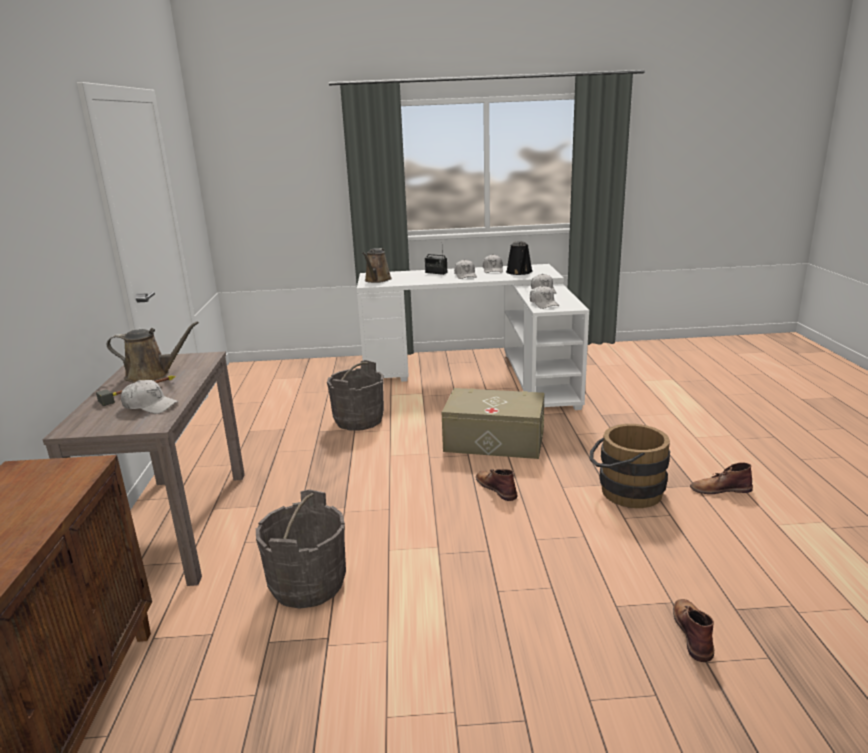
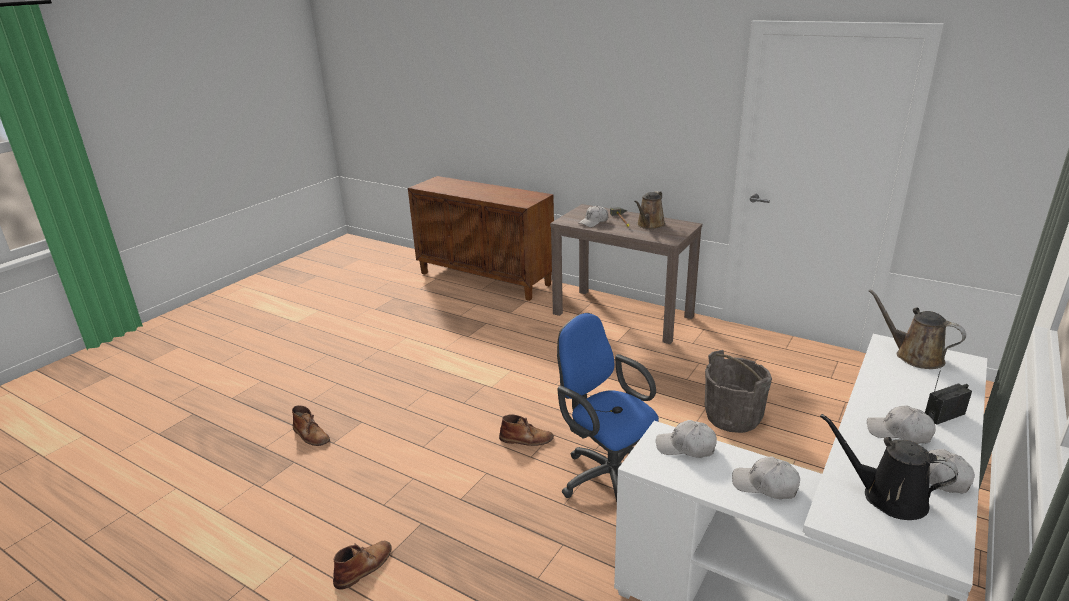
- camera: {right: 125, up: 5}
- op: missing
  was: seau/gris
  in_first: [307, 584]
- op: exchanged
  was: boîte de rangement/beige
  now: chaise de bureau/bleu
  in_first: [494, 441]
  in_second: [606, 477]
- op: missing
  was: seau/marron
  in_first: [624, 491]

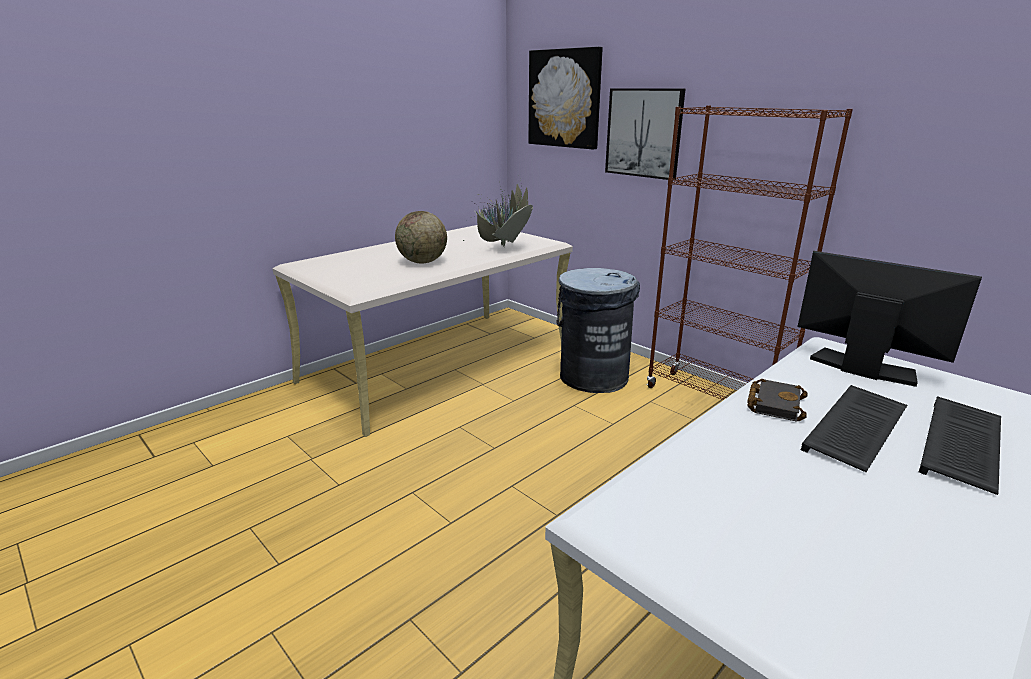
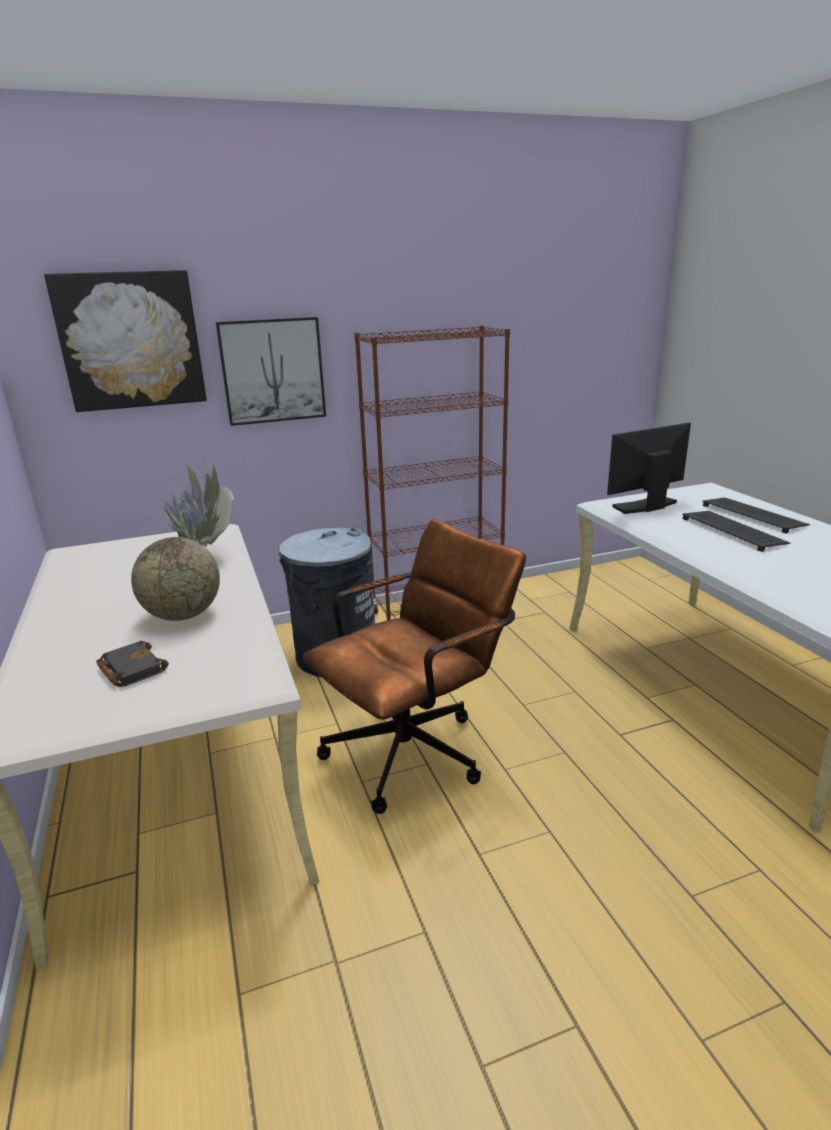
- camera: {right: -65, up: 0}
- op: relocated
  was: livre/noir
  in_first: [774, 403]
  in_second: [130, 669]
- op: appeared
  now: chaise de bureau/marron
  in_second: [417, 747]

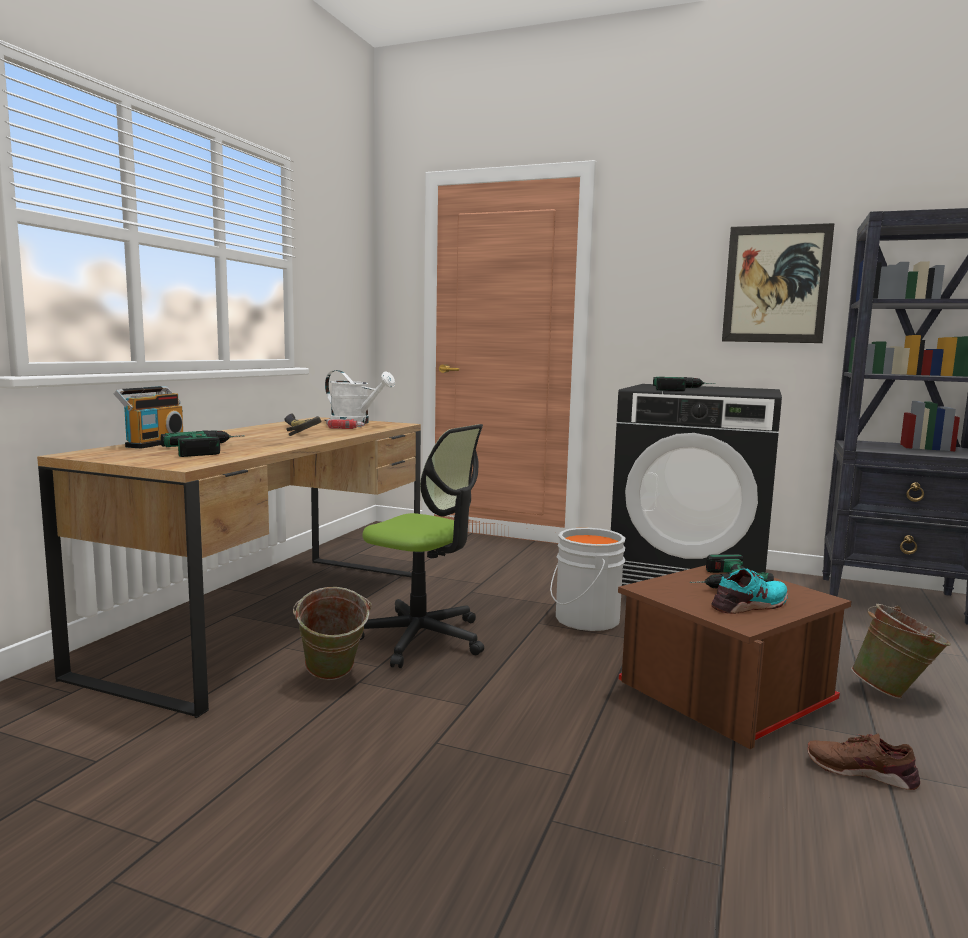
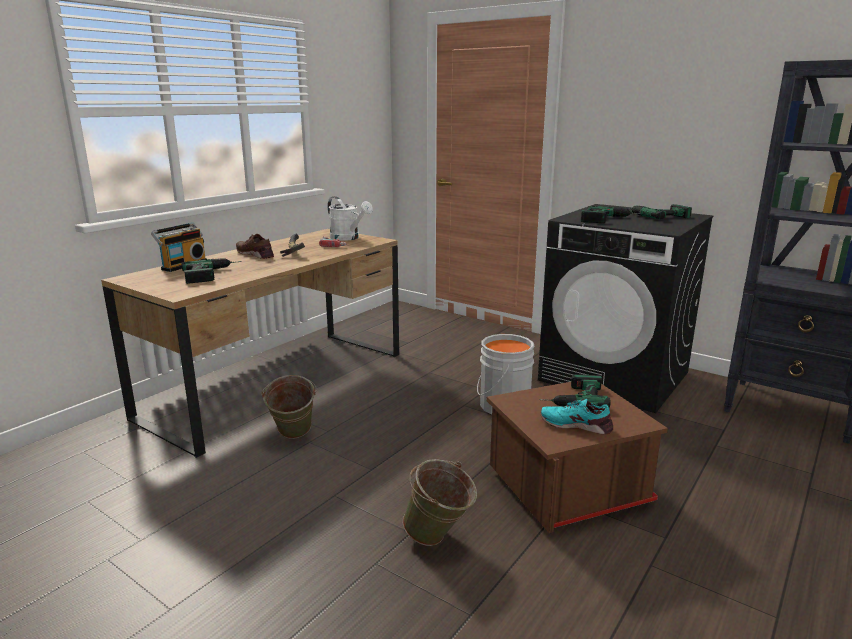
- camera: {right: 15, up: 10}
- op: missing
  was: chaise de bureau
  in_first: [421, 639]
- op: spun
  was: chaussure/turquoise
  in_first: [750, 605]
  in_second: [576, 424]
  clockwise: -150
- op: missing
  was: tableau
  in_first: [776, 284]
- op: relocated
  was: chaussure/marron
  in_first: [861, 771]
  in_second: [255, 254]
- op: relocated
  was: seau/vert
  in_first: [895, 693]
  in_second: [439, 539]
- op: appeared
  now: perceuse
  in_second: [655, 215]

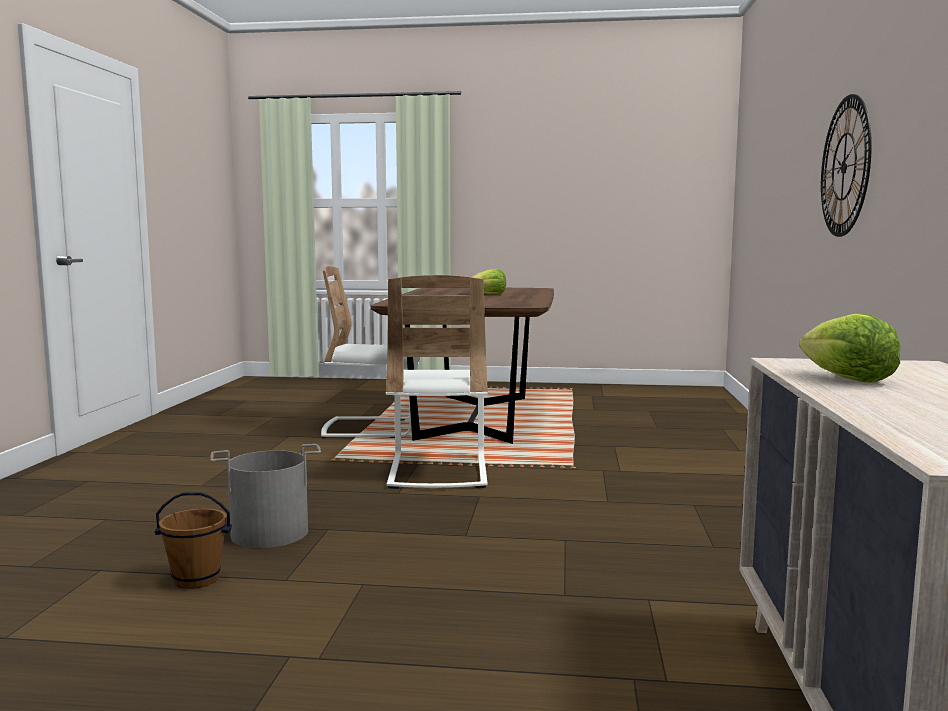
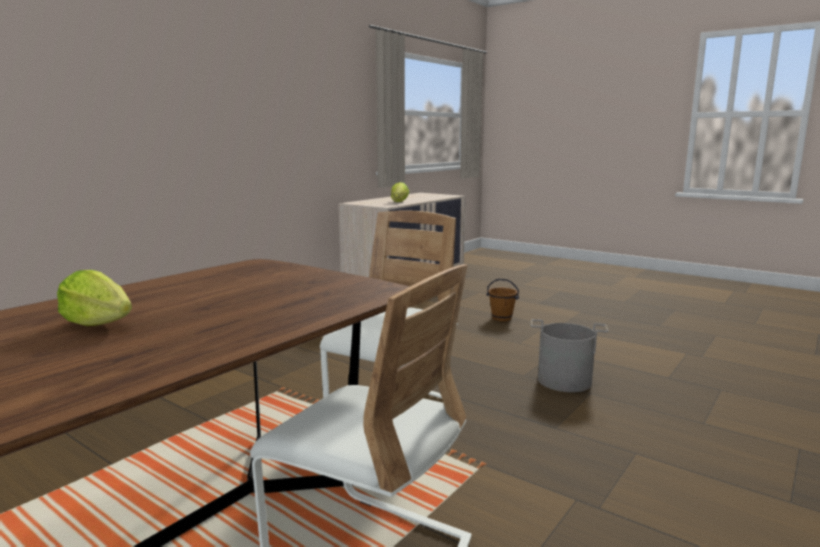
- camera: {right: -150, up: 5}
- op: relocated
  was: seau/marron
  in_first: [196, 580]
  in_second: [502, 318]
- op: missing
  was: horloge murale
  in_first: [844, 166]

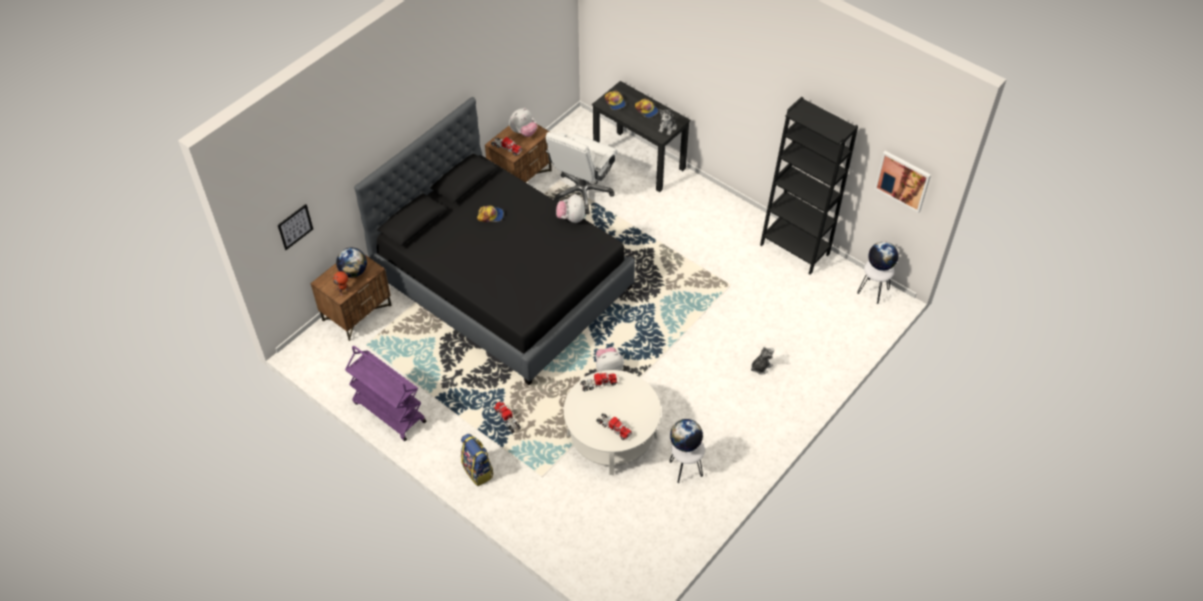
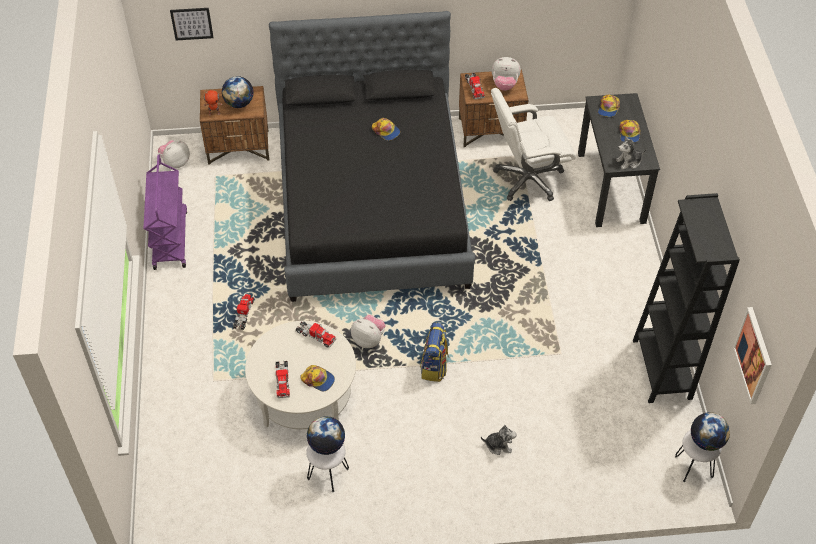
- camera: {right: 45, up: 0}
- op: relocated
  was: sac à dos
  in_first: [478, 470]
  in_second: [434, 367]
- op: relocated
  was: peluche
  in_first: [571, 218]
  in_second: [175, 162]
- op: appeared
  now: casquette
  in_second: [318, 379]

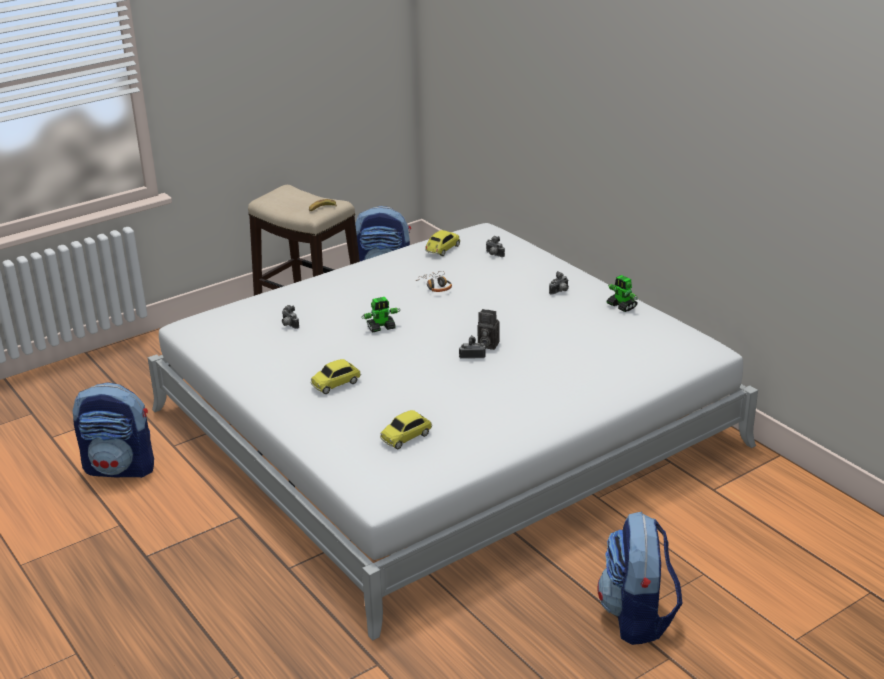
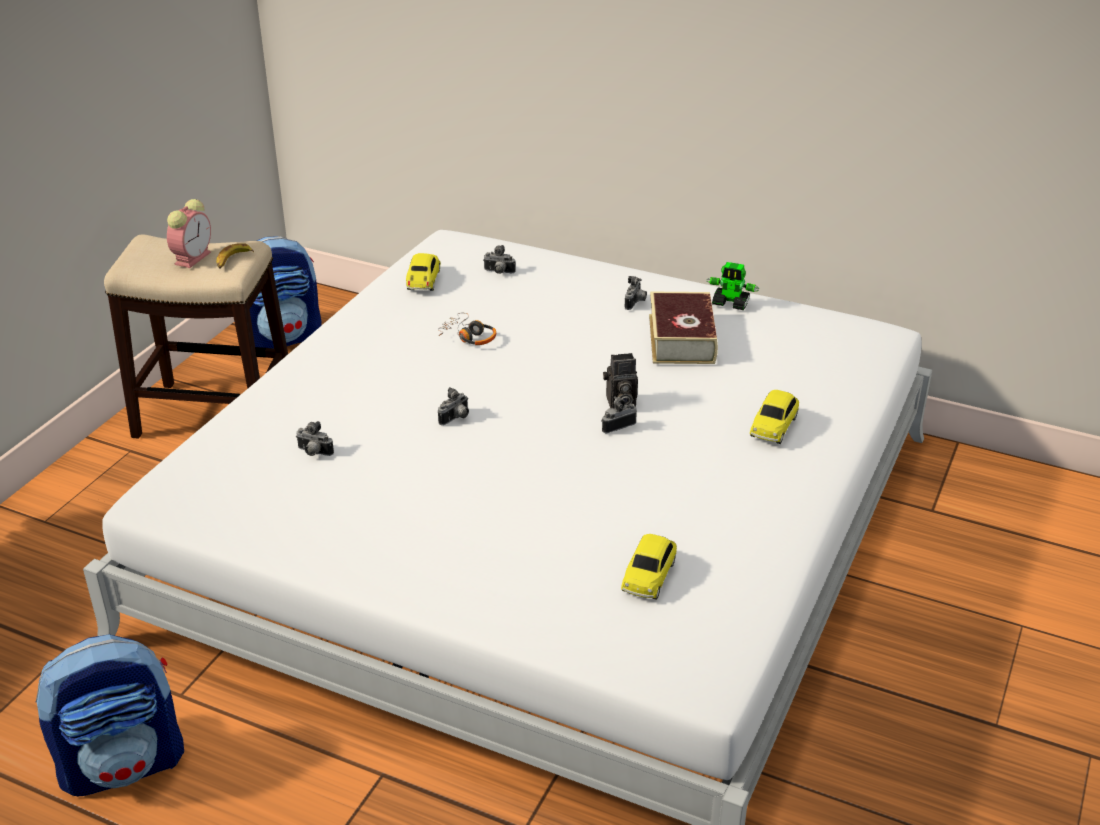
- camera: {right: -30, up: 5}
- op: relocated
  was: petite voiture
  in_first: [336, 383]
  in_second: [774, 426]
- op: exchanged
  was: robot jouet
  now: appareil photo
  in_first: [381, 327]
  in_second: [456, 419]
- op: missing
  was: sac à dos
  in_first: [637, 617]
- op: appeared
  now: réveil
  in_second: [193, 257]
- op: appeared
  now: livre
  in_second: [681, 339]

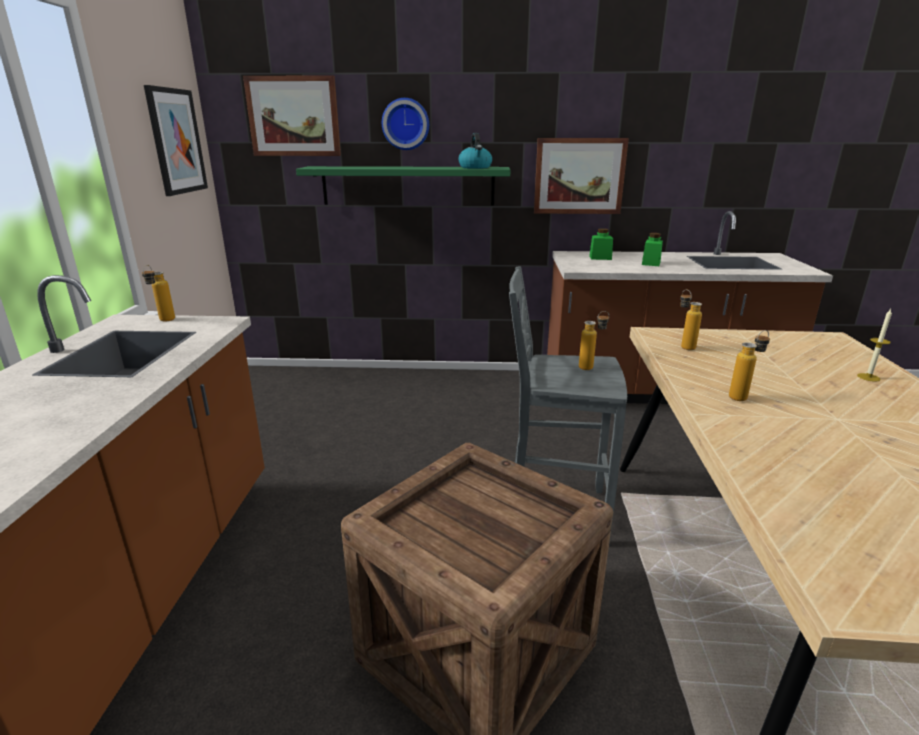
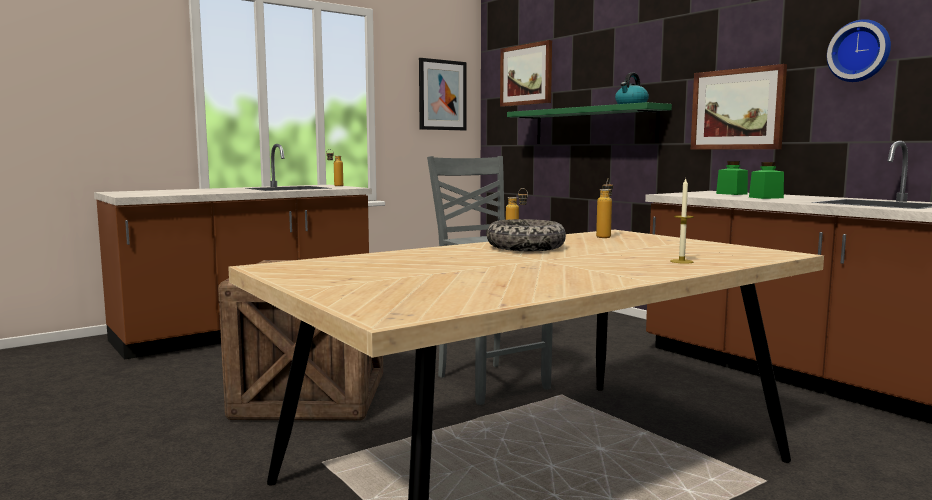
- camera: {right: 50, up: -15}
- op: relocated
  was: horloge murale
  in_first: [406, 124]
  in_second: [860, 51]
- op: exchanged
  was: bouteille
  now: bol
  in_first: [743, 396]
  in_second: [525, 247]

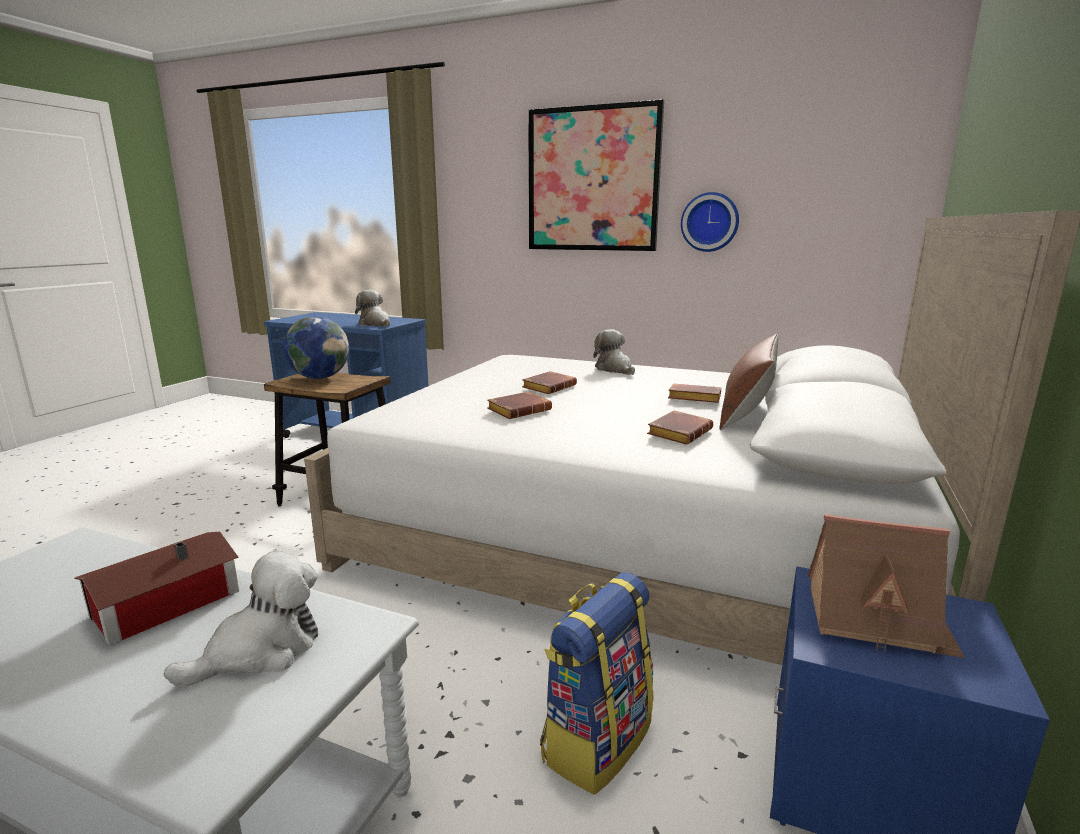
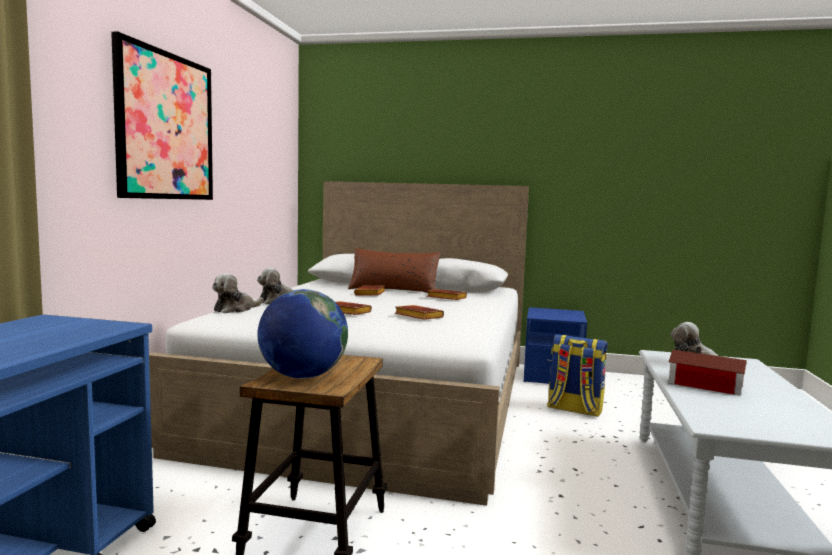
- camera: {right: -100, up: -10}
- op: relocated
  was: peluche
  in_first: [375, 324]
  in_second: [235, 309]
- op: missing
  was: horloge murale
  in_first: [710, 222]
- op: missing
  was: maison miniature
  in_first: [876, 620]

